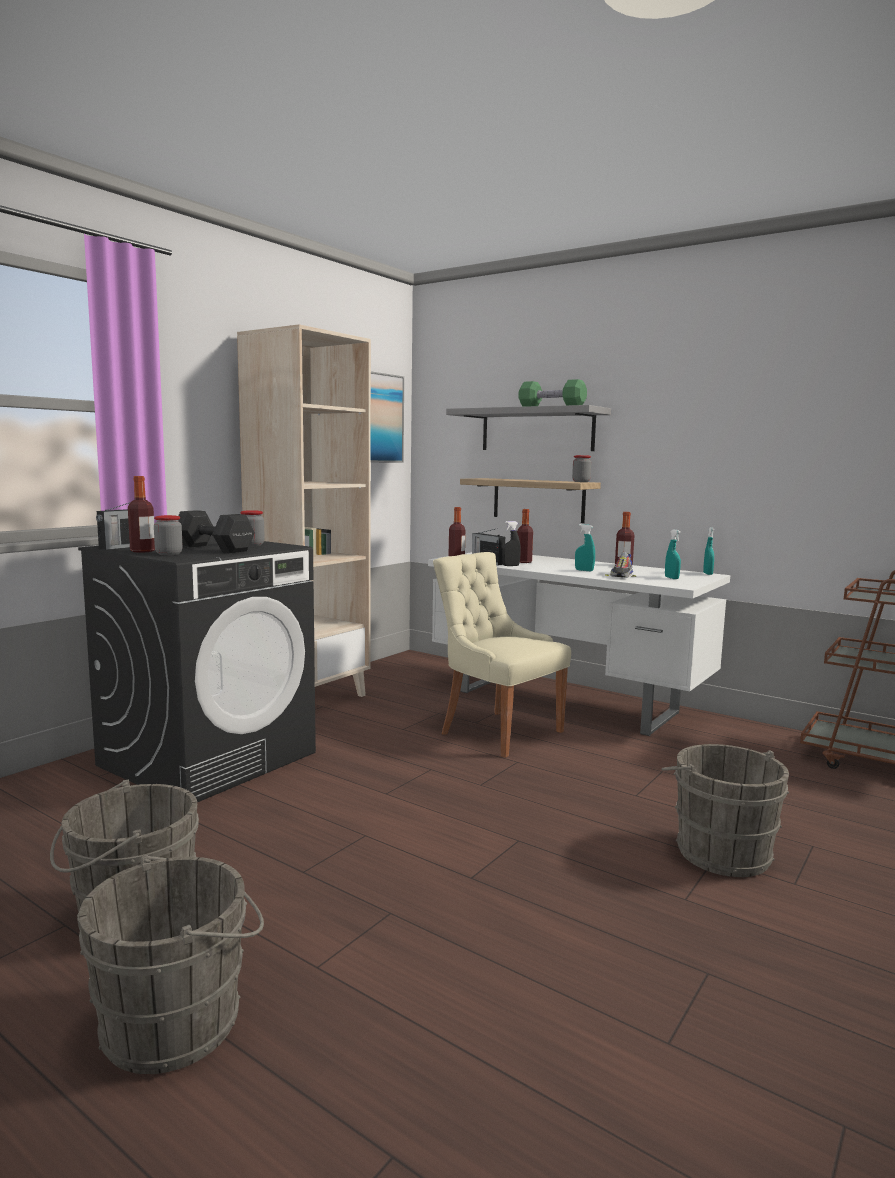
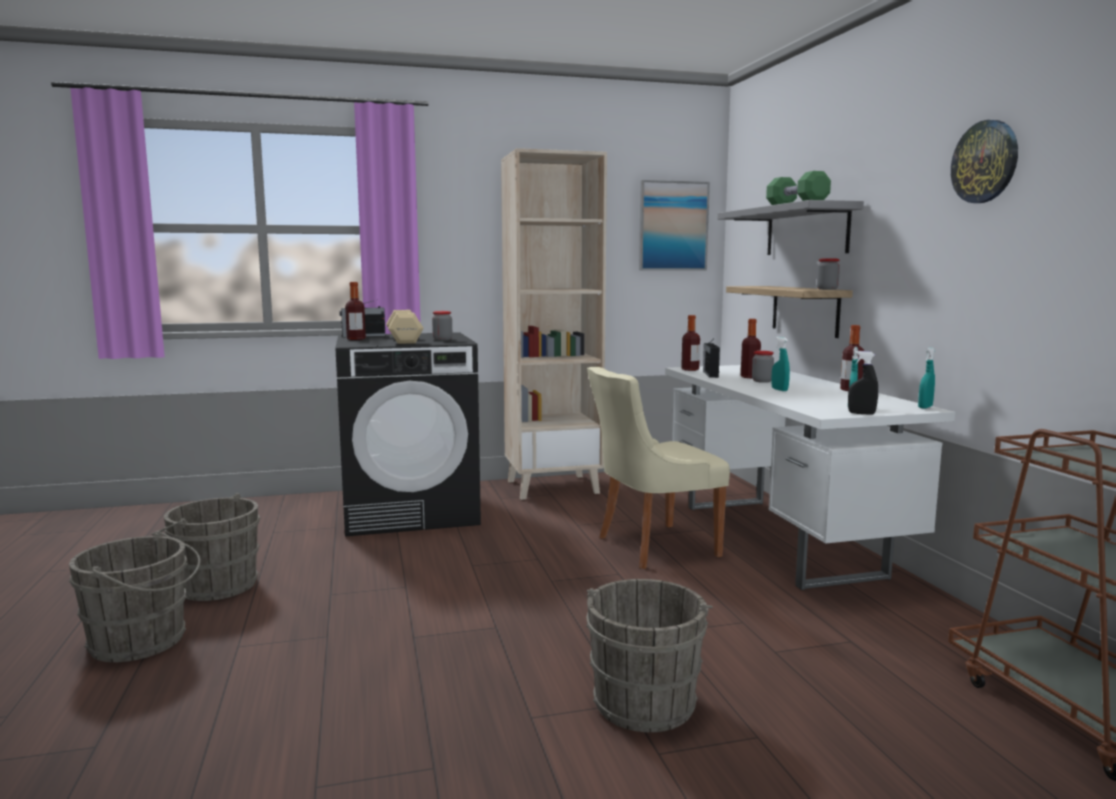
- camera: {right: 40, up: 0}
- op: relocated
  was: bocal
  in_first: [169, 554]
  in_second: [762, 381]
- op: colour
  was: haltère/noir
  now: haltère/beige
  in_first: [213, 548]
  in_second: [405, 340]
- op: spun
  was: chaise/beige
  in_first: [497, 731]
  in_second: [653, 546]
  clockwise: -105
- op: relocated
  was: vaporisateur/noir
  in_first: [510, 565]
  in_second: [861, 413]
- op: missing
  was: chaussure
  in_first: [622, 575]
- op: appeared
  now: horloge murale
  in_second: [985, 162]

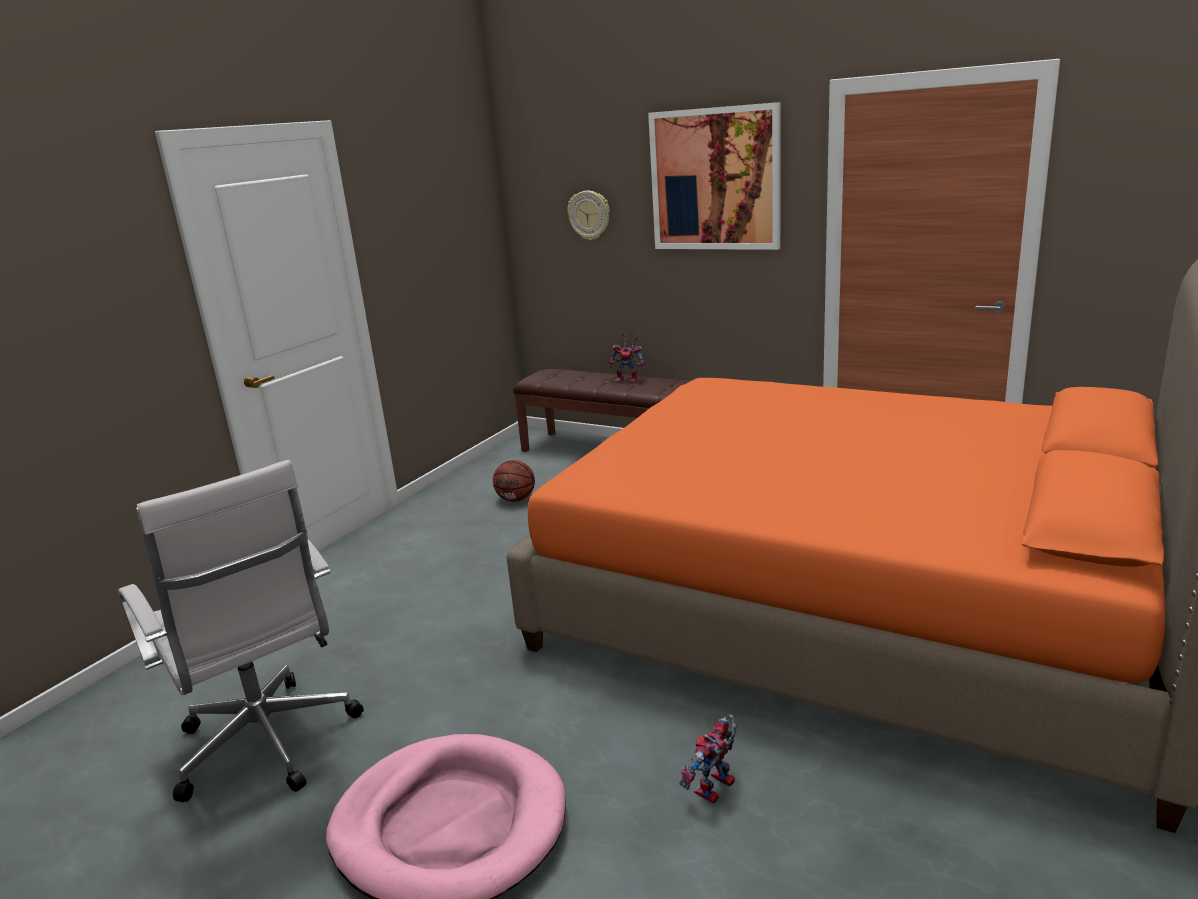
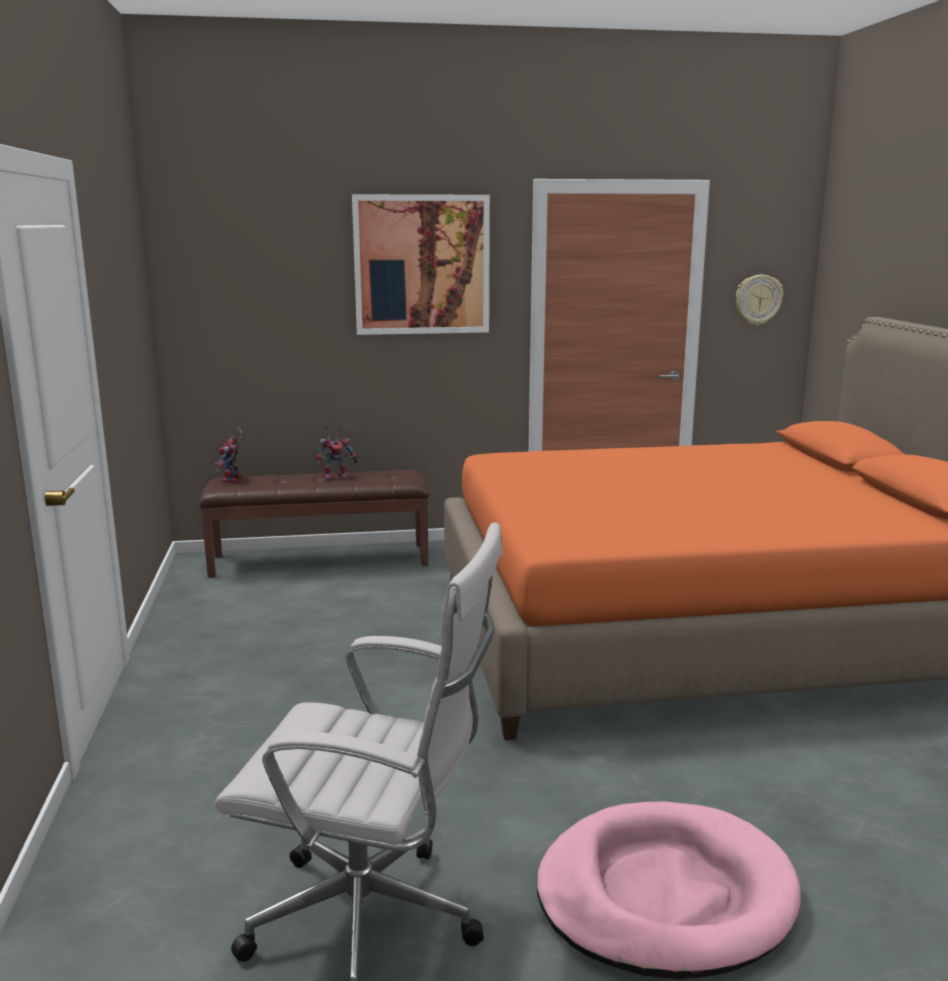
- camera: {right: -40, up: -5}
- op: missing
  was: ballon de basket
  in_first: [516, 499]
- op: relocated
  was: horloge murale
  in_first: [589, 215]
  in_second: [758, 299]
- op: relocated
  was: robot jouet
  in_first: [715, 791]
  in_second: [232, 480]

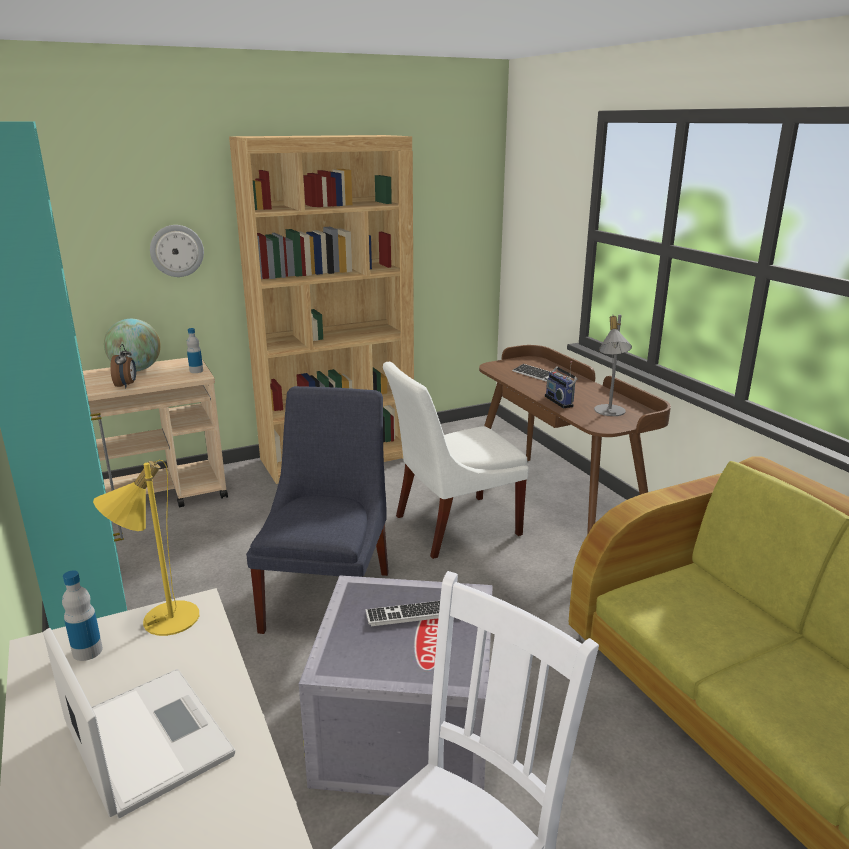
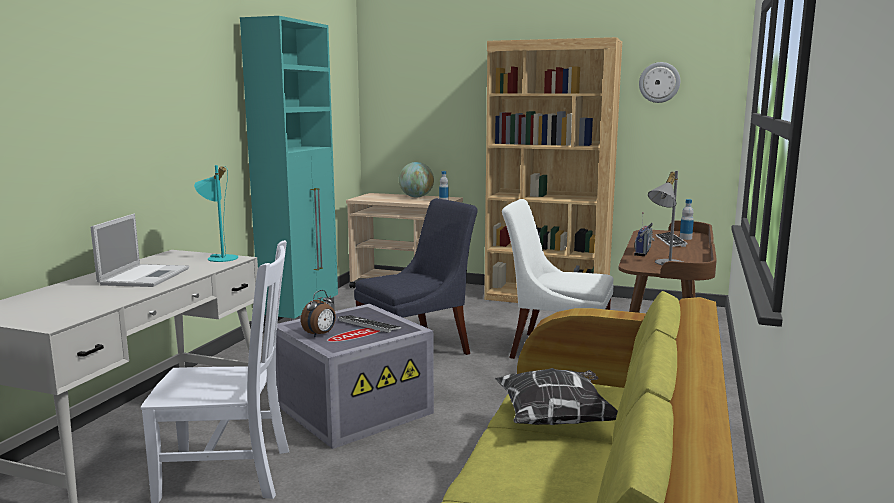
- camera: {right: 45, up: -10}
- op: relocated
  was: bouteille
  in_first: [87, 651]
  in_second: [685, 238]
- op: colour
  was: lampe de table/jaune
  now: lampe de table/turquoise
  in_first: [160, 619]
  in_second: [219, 257]
- op: relocated
  was: réveil
  in_first: [126, 385]
  in_second: [320, 334]
- op: relocated
  was: horloge murale
  in_first: [176, 251]
  in_second: [659, 82]
- op: appeared
  now: coussin
  in_second: [556, 419]

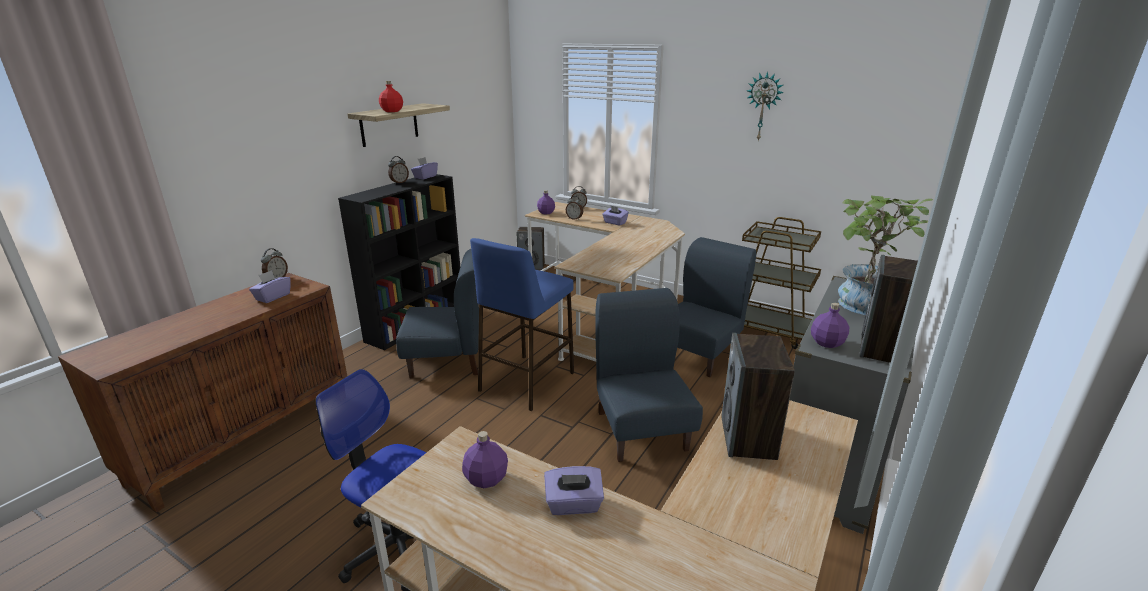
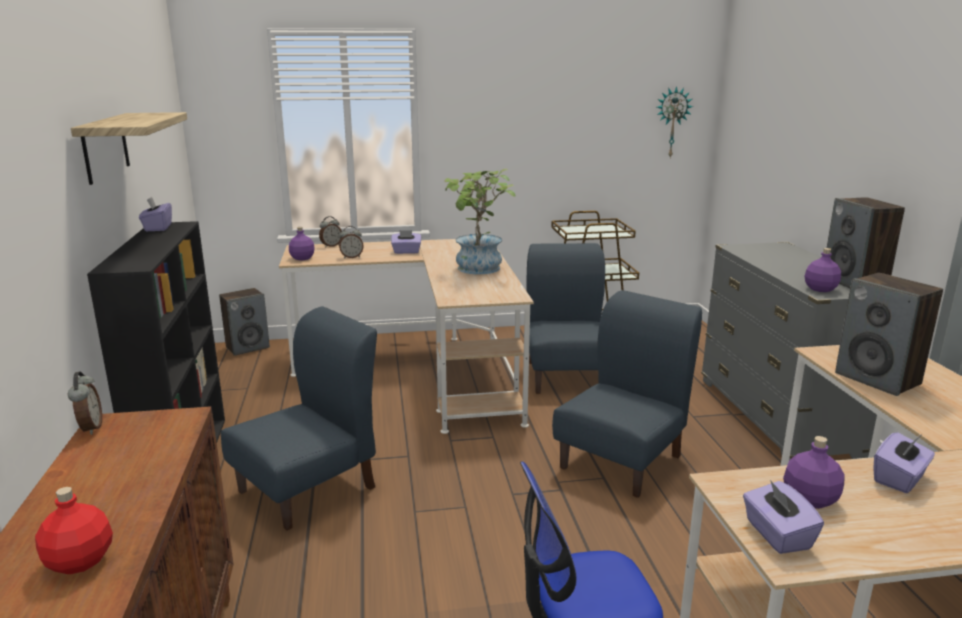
- camera: {right: -40, up: -5}
- op: relocated
  was: boîte à mouchoirs/violet
  in_first: [273, 297]
  in_second: [777, 535]
- op: relocated
  was: bouteille/rouge
  in_first: [392, 111]
  in_second: [80, 561]
- op: missing
  was: réveil
  in_first: [399, 182]
- op: missing
  was: tabouret/bleu
  in_first: [526, 382]
- op: spun
  was: chaise/bleu
  in_first: [641, 429]
  in_second: [622, 461]
  clockwise: 90
- op: relocated
  was: horloge murale
  in_first: [763, 107]
  in_second: [672, 122]
- op: relocated
  was: plante en pot
  in_first: [862, 307]
  in_second: [478, 270]

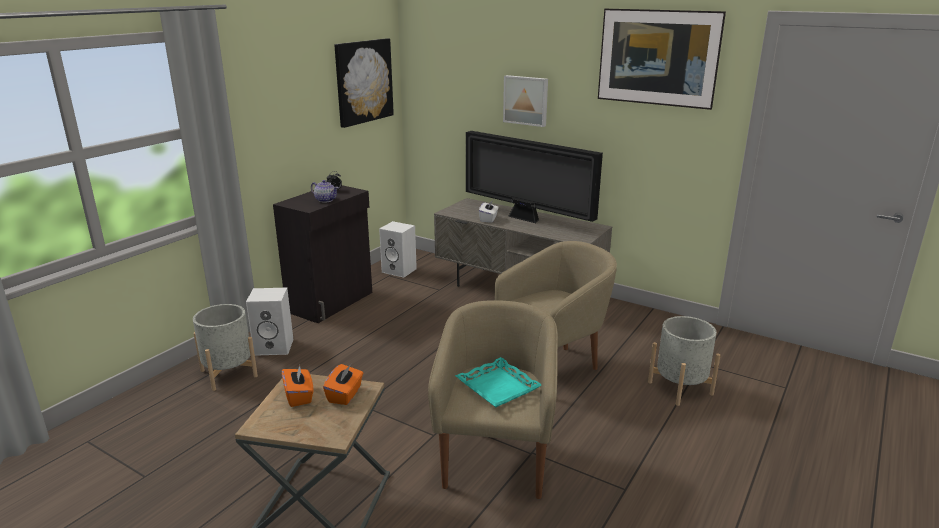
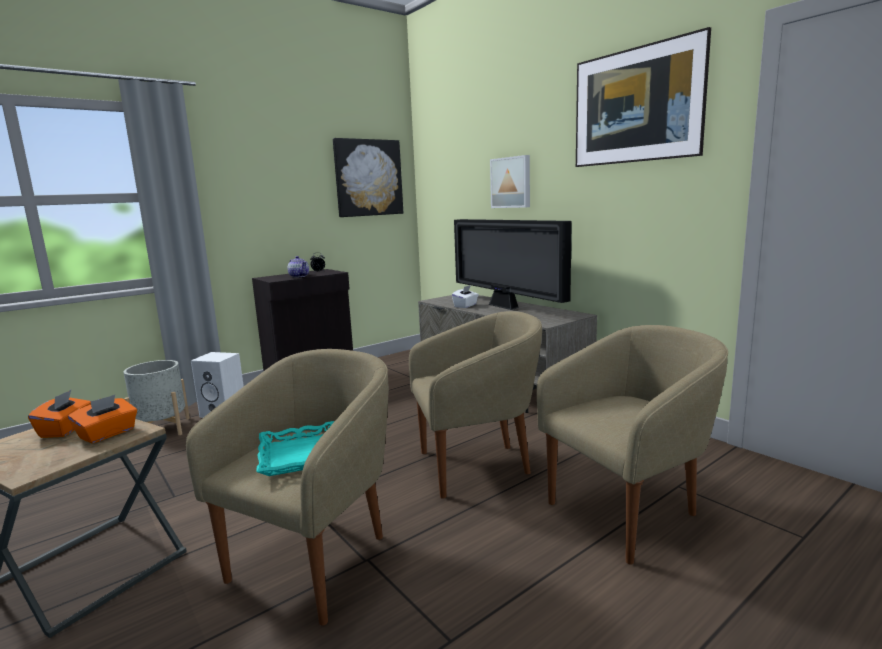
- camera: {right: 20, up: -10}
- op: missing
  was: enceinte/blanc
  in_first: [400, 270]
- op: exchanged
  was: cache-pot/gris
  now: fauteuil/beige
  in_first: [680, 388]
  in_second: [629, 512]

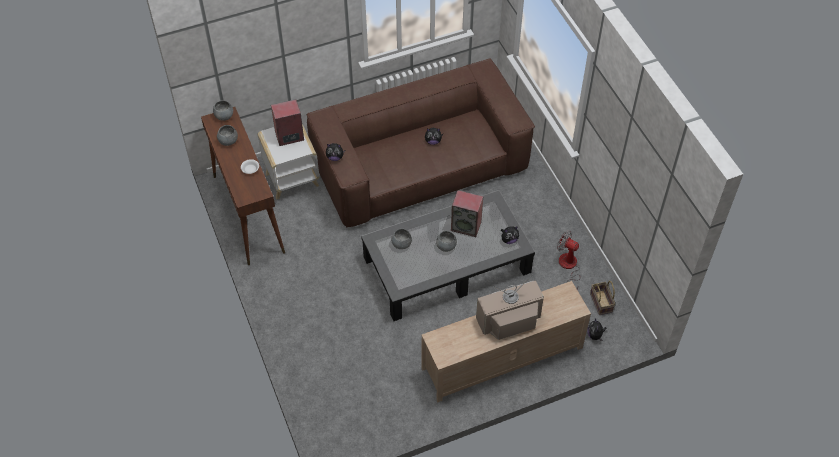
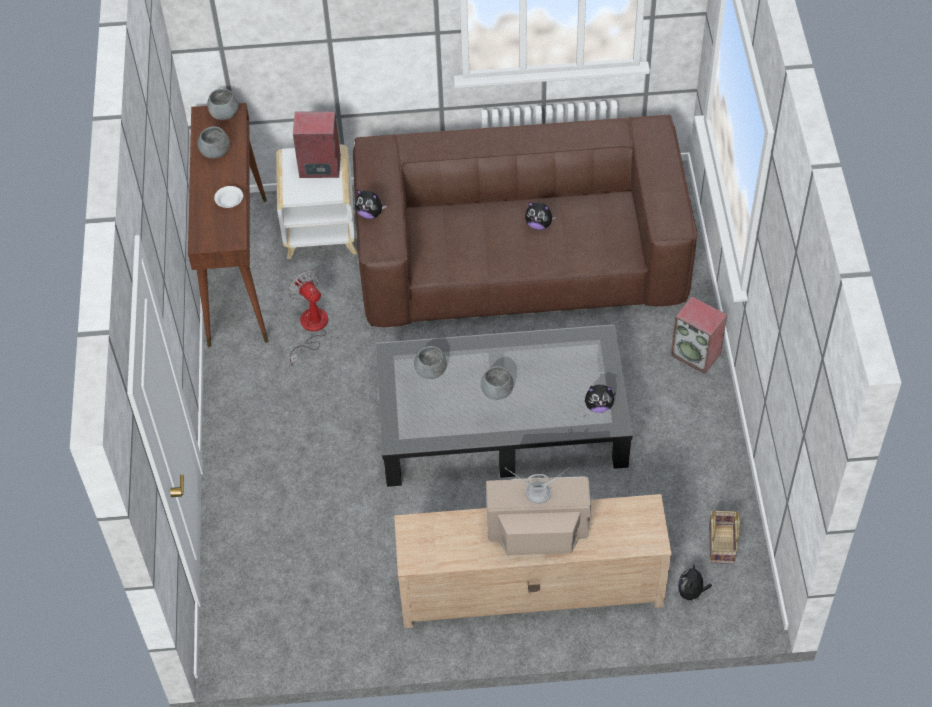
- camera: {right: 20, up: 0}
- op: relocated
  was: enceinte
  in_first: [466, 226]
  in_second: [696, 354]
- op: relocated
  was: ventilateur
  in_first: [568, 267]
  in_second: [310, 329]

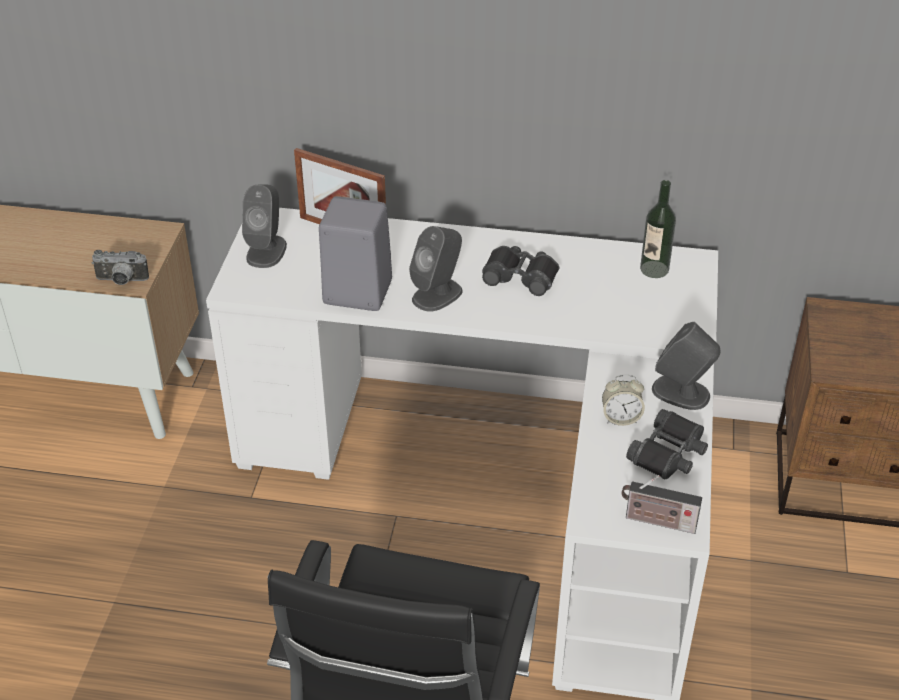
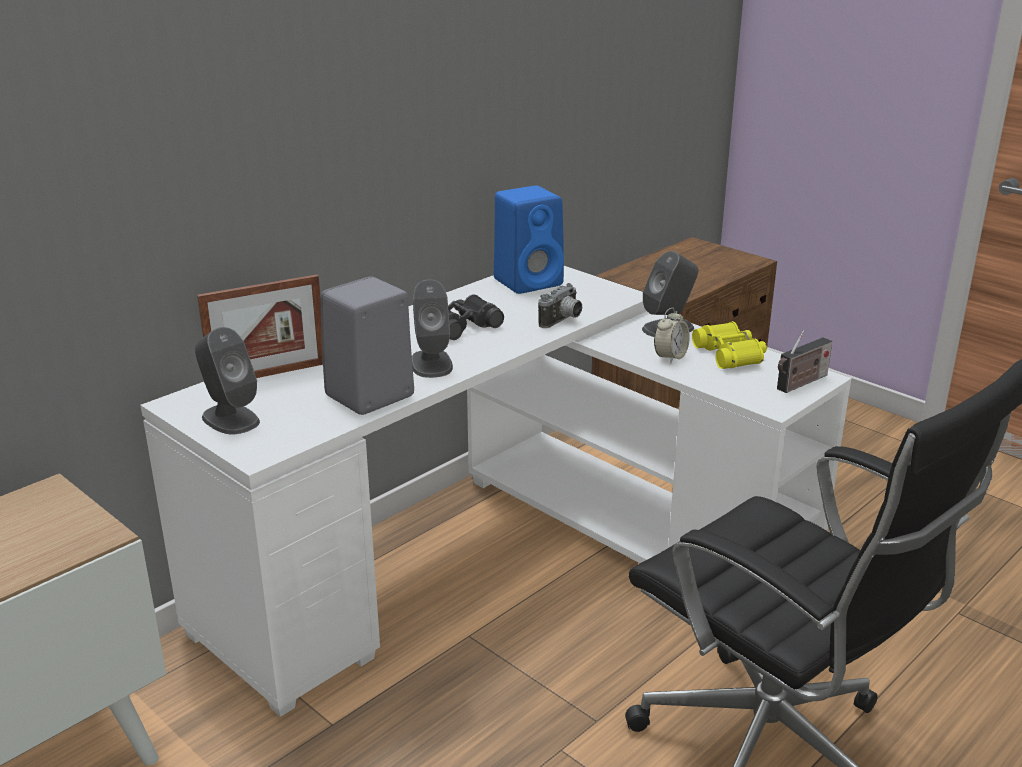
- camera: {right: -55, up: -15}
- op: relocated
  was: appareil photo
  in_first: [121, 281]
  in_second: [563, 321]
- op: colour
  was: jumelles/noir
  now: jumelles/jaune
  in_first: [669, 454]
  in_second: [730, 354]
- op: exchanged
  was: bouteille
  now: enceinte/bleu
  in_first: [654, 269]
  in_second: [529, 281]

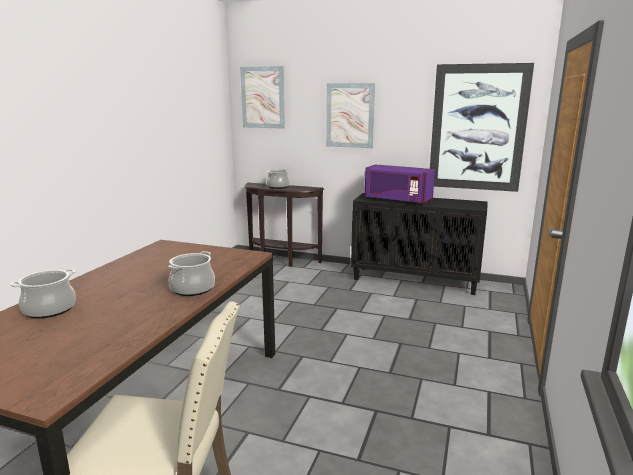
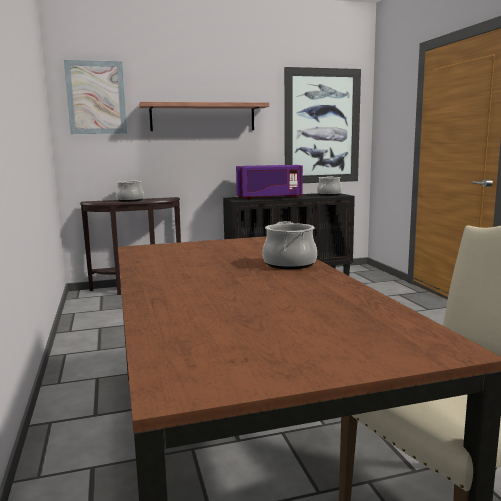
- camera: {right: -35, up: -5}
- op: relocated
  was: marmite
  in_first: [49, 309]
  in_second: [329, 194]
- op: exchanged
  was: tableau
  now: étagère
  in_first: [350, 115]
  in_second: [203, 117]

